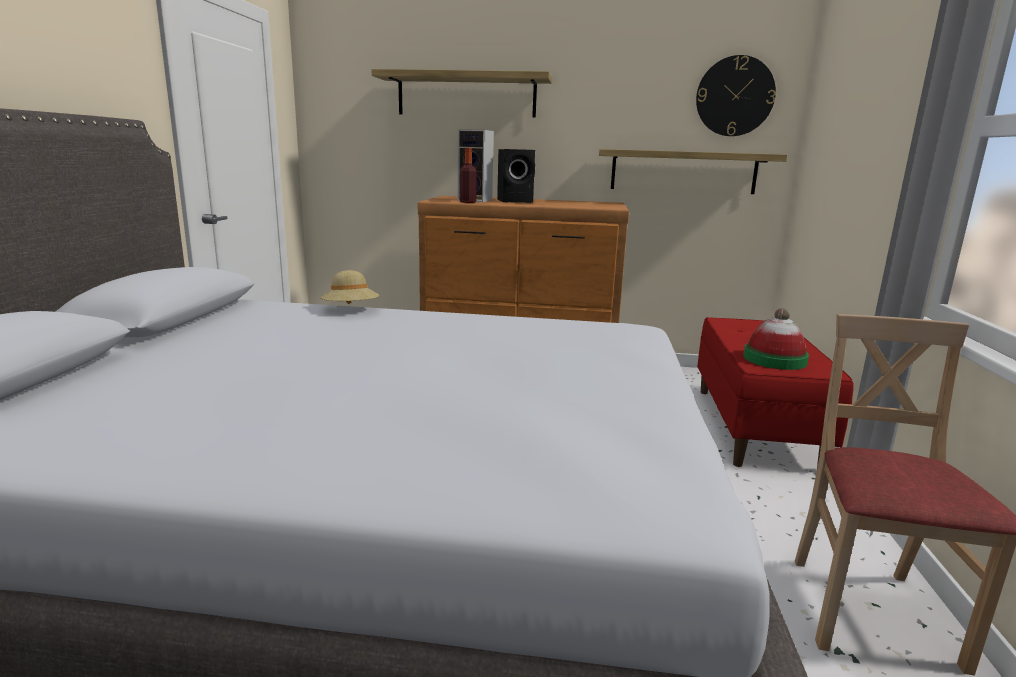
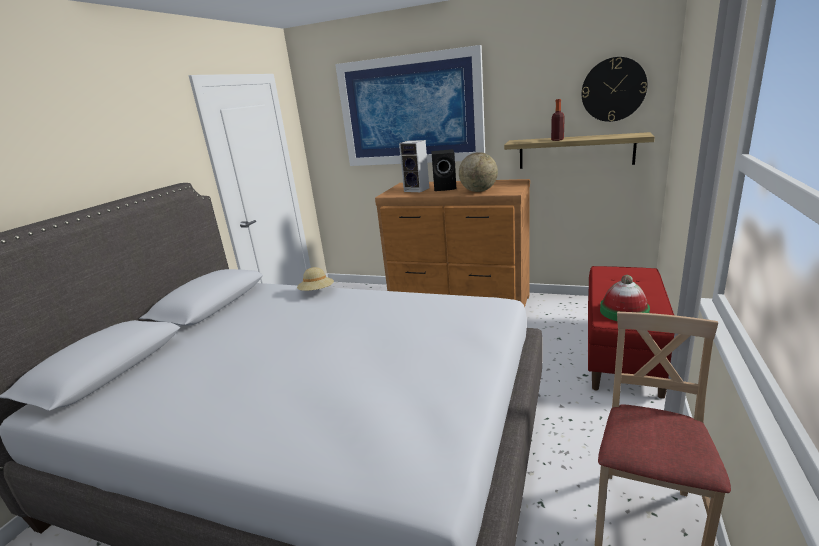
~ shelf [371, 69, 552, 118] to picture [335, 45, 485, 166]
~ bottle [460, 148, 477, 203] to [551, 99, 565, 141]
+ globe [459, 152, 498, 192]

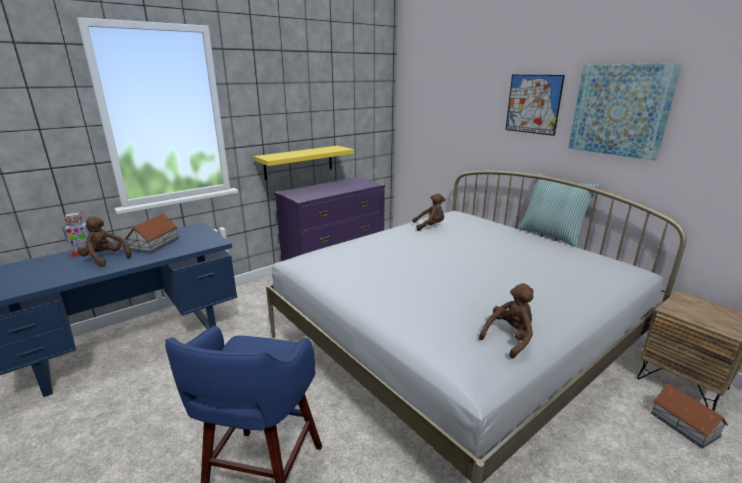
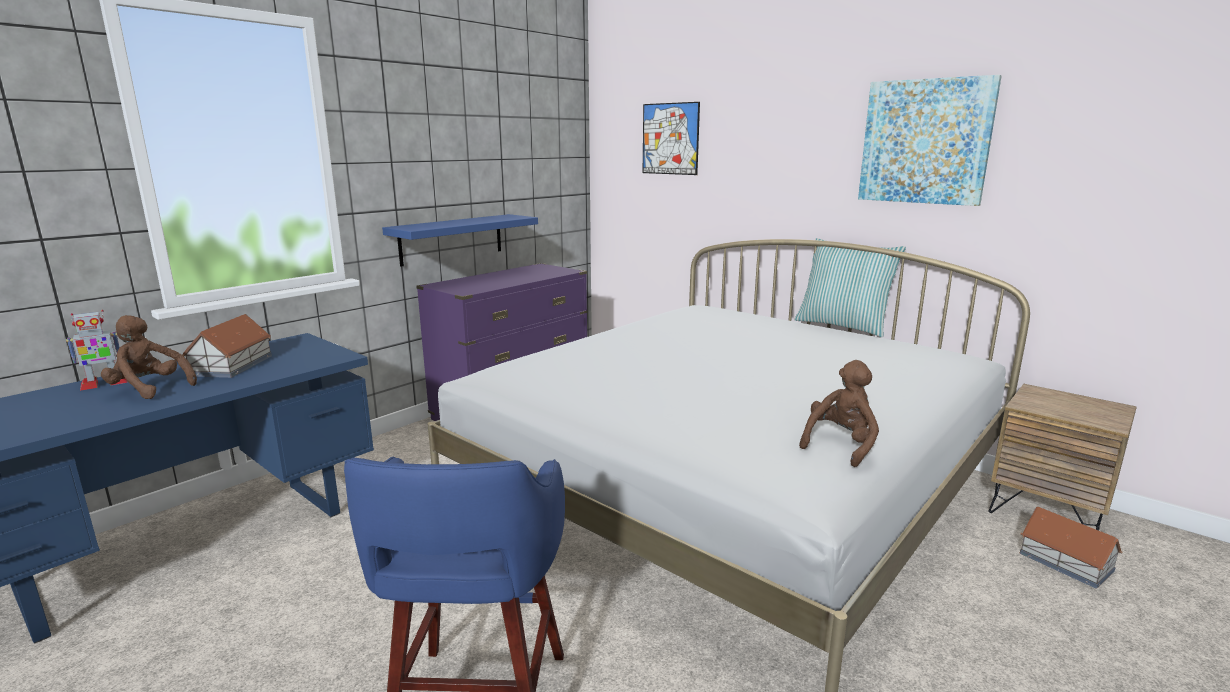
~ yellow shelf [254, 146, 354, 180] to blue shelf [382, 214, 538, 266]
- brown plush toy [412, 193, 446, 231]
~ picture [505, 75, 565, 136] to [643, 102, 700, 175]

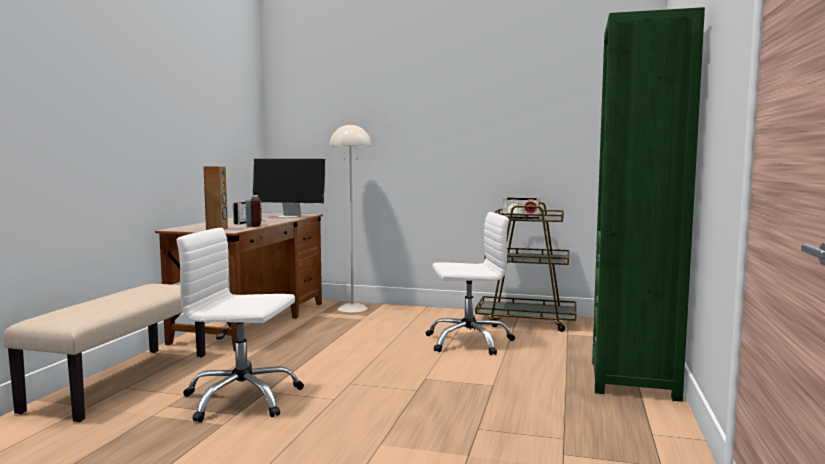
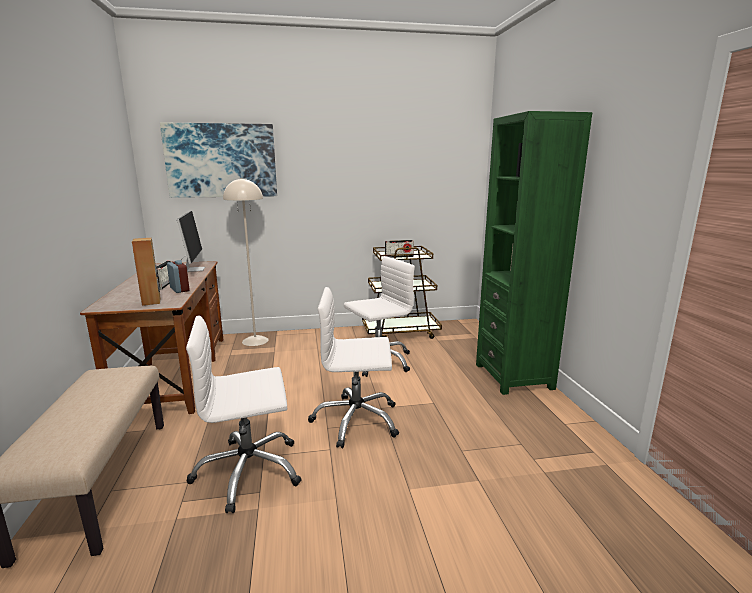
~ monitor [253, 159, 326, 218] = [177, 211, 205, 272] 90 degrees counterclockwise
+ picture [160, 122, 277, 198]
+ white office chair [308, 287, 399, 448]

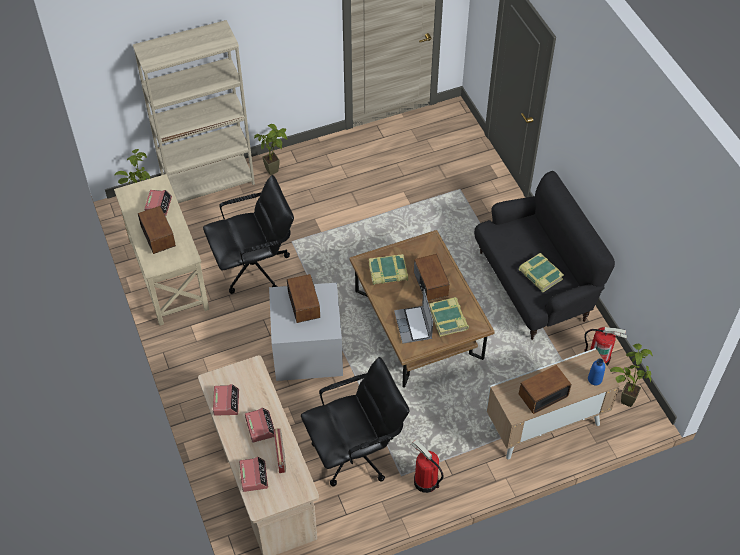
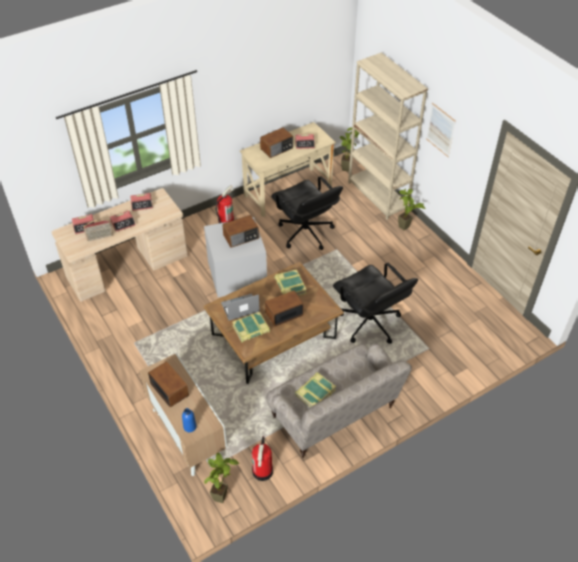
~ black office chair [301, 357, 409, 487] to [333, 263, 418, 344]
~ fire extinguisher [411, 440, 444, 493] to [216, 185, 234, 223]
~ black sofa [474, 171, 615, 340] to beige sofa [266, 343, 412, 458]
+ picture [426, 103, 456, 157]

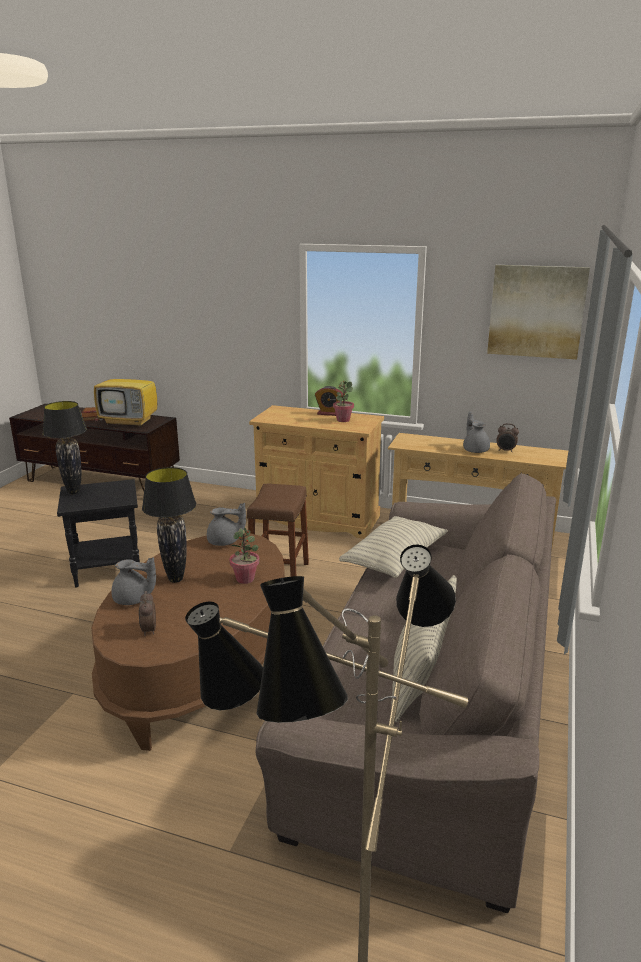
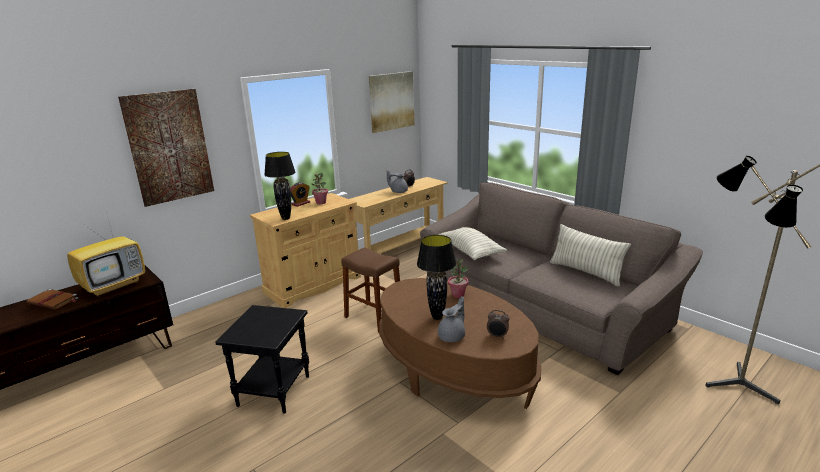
~ black table lamp [43, 401, 87, 495] to [264, 152, 296, 220]
- grey teapot [207, 503, 246, 546]
+ picture [118, 89, 214, 207]

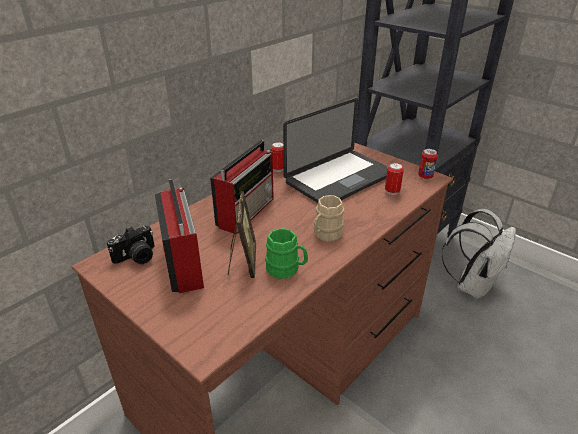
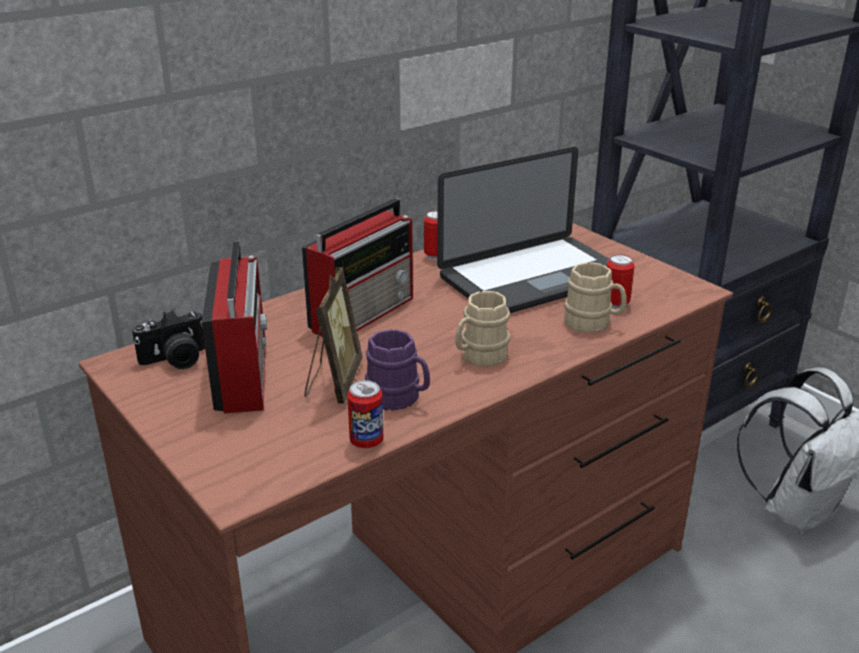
~ green mug [265, 228, 308, 279] to purple mug [365, 329, 430, 411]
~ can [418, 149, 438, 179] to [347, 380, 383, 449]
+ beige mug [564, 262, 626, 333]

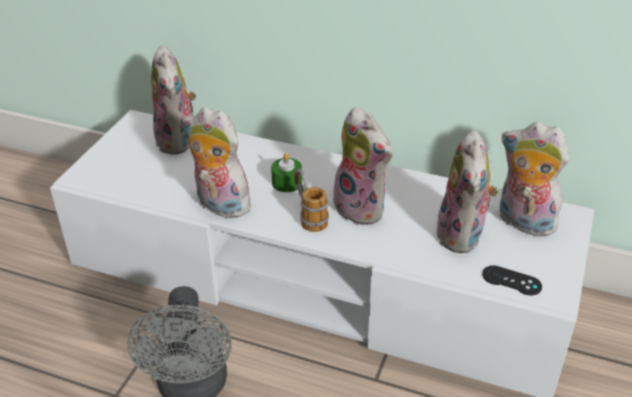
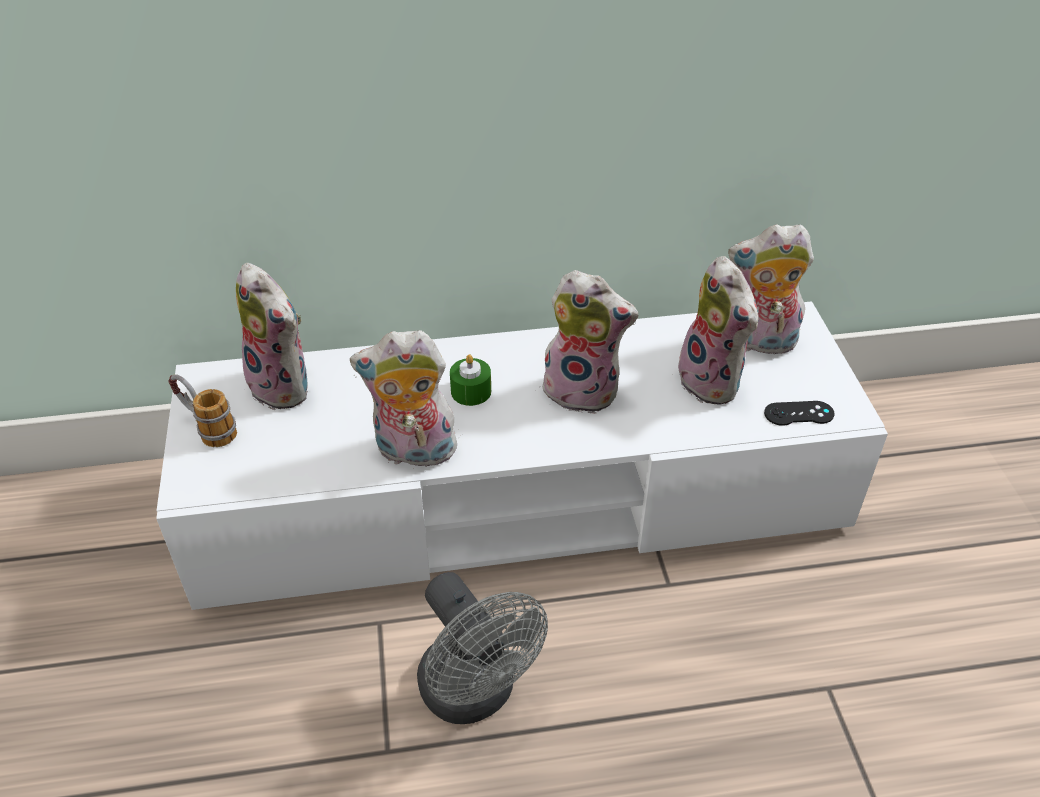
~ mug [294, 169, 329, 232] to [168, 374, 237, 447]

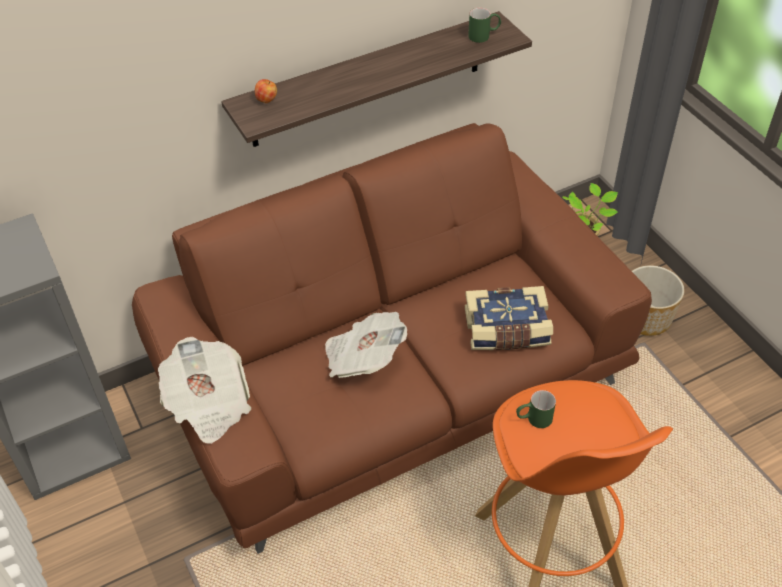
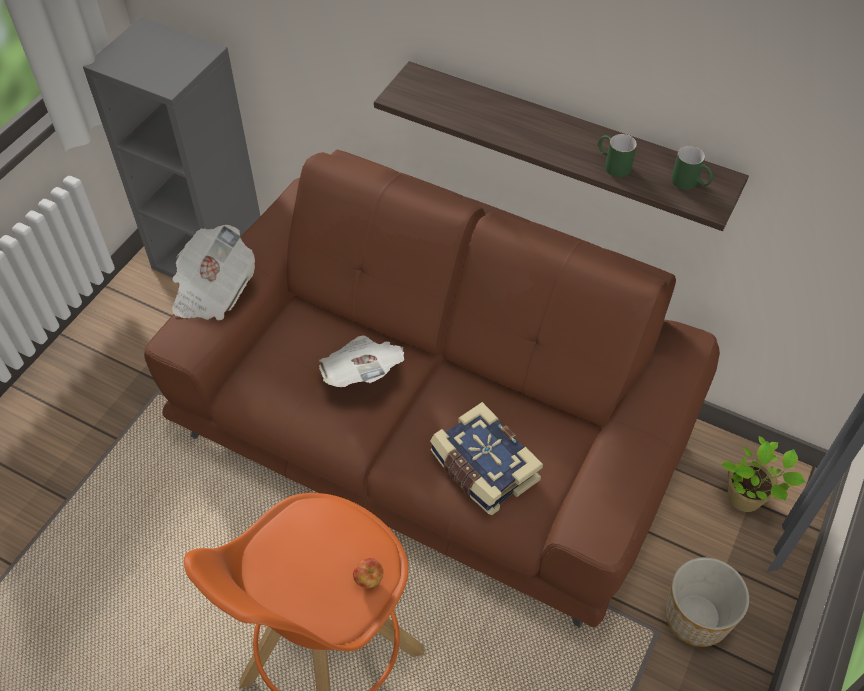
~ apple [255, 79, 277, 103] to [353, 558, 383, 588]
~ green mug [516, 390, 556, 428] to [598, 134, 637, 177]

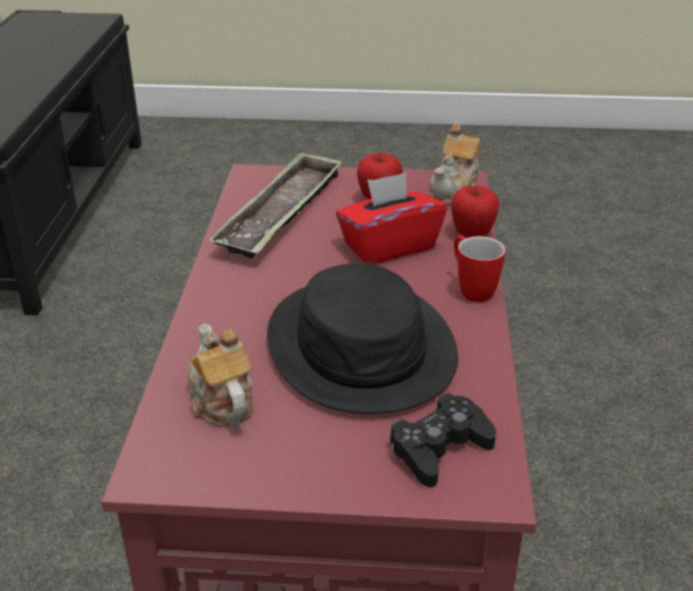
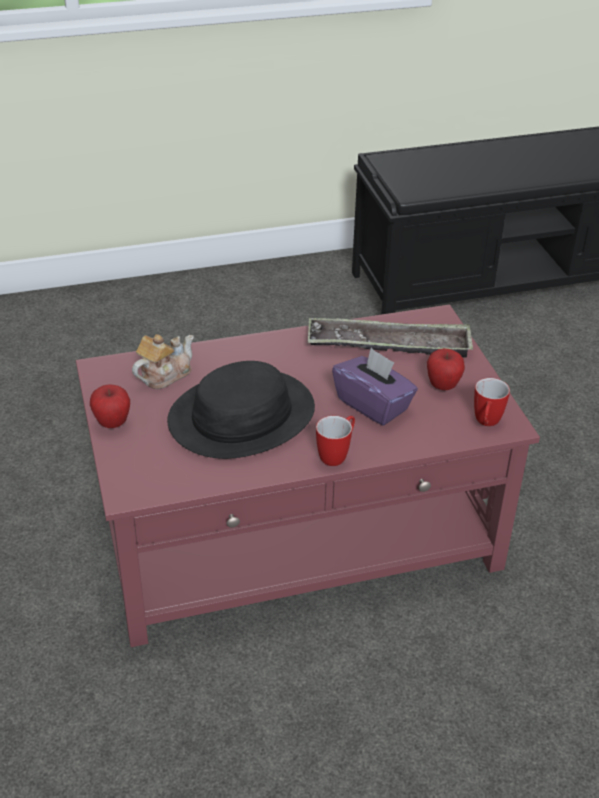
~ red tissue box [336, 172, 447, 264] to purple tissue box [332, 348, 418, 426]
- black game controller [390, 393, 496, 488]
~ teapot [429, 124, 481, 205] to mug [474, 378, 510, 426]
~ apple [451, 186, 500, 238] to [90, 385, 130, 428]

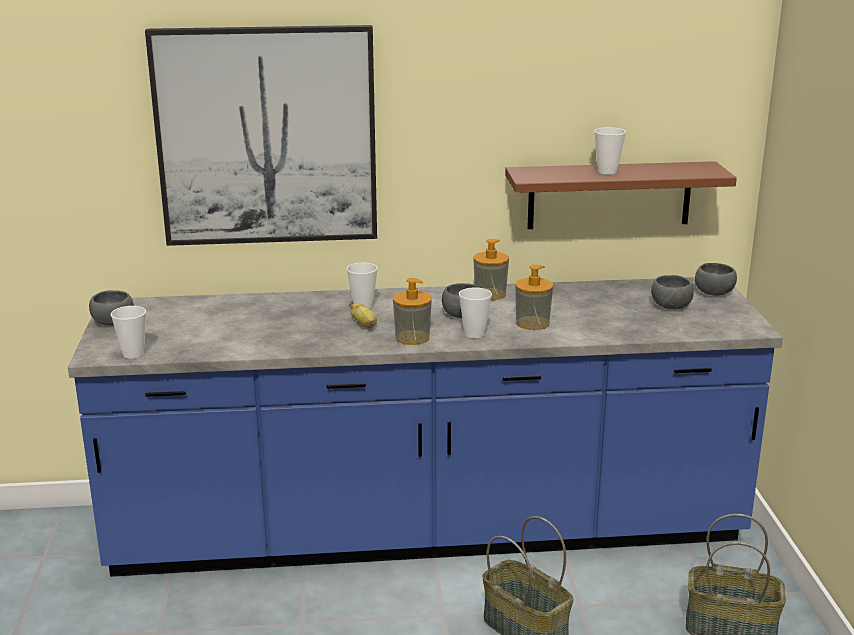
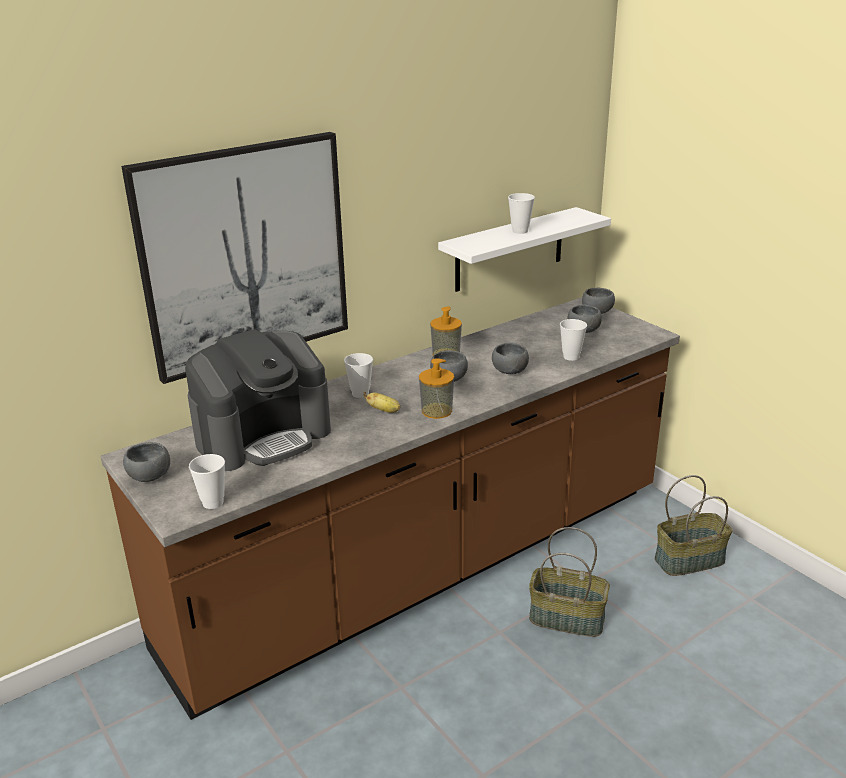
~ blue counter [68, 277, 783, 577] to brown counter [101, 297, 680, 720]
~ cup [459, 287, 492, 338] to [560, 319, 587, 361]
~ brown shelf [505, 161, 737, 229] to white shelf [438, 207, 611, 292]
~ soap dispenser [515, 265, 553, 330] to grey bowl [492, 343, 529, 374]
+ coffee machine [185, 329, 331, 471]

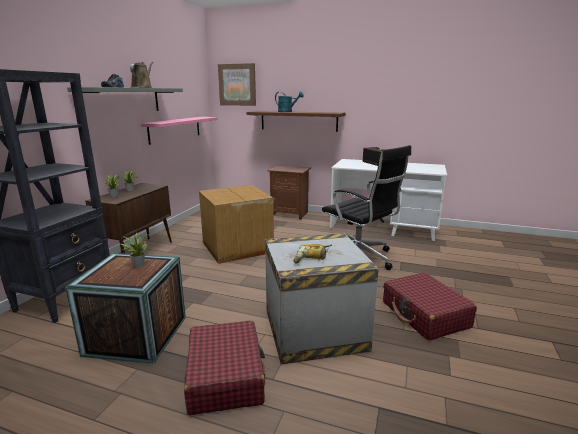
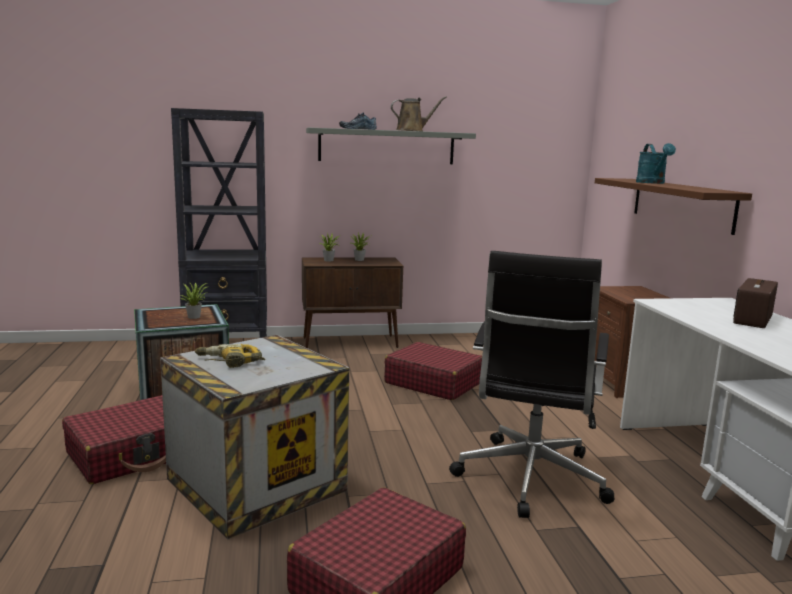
- pink shelf [141, 117, 218, 145]
~ cardboard box [199, 185, 274, 264] to red suitcase [384, 342, 482, 400]
- picture [218, 63, 256, 106]

